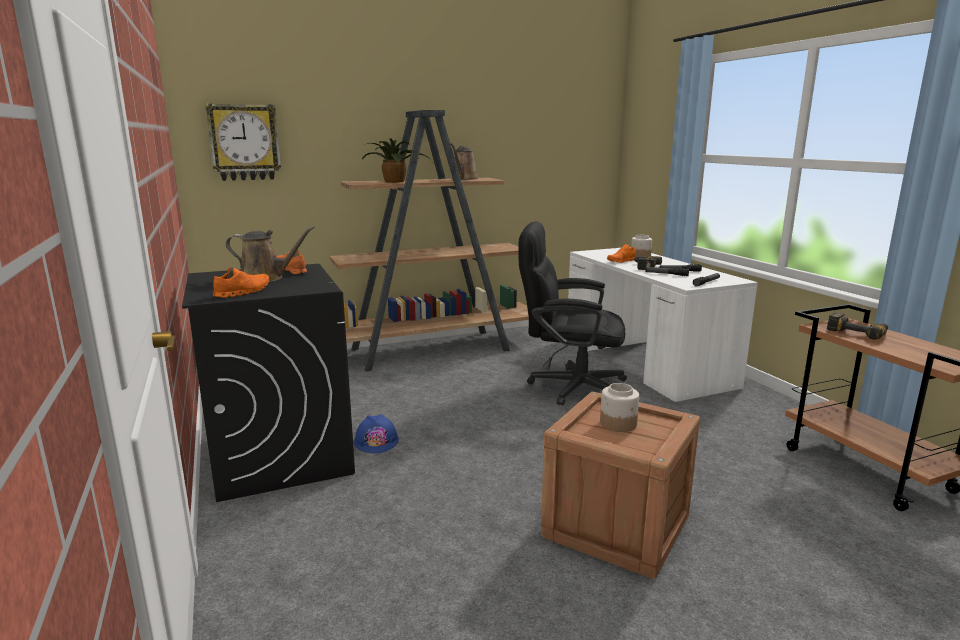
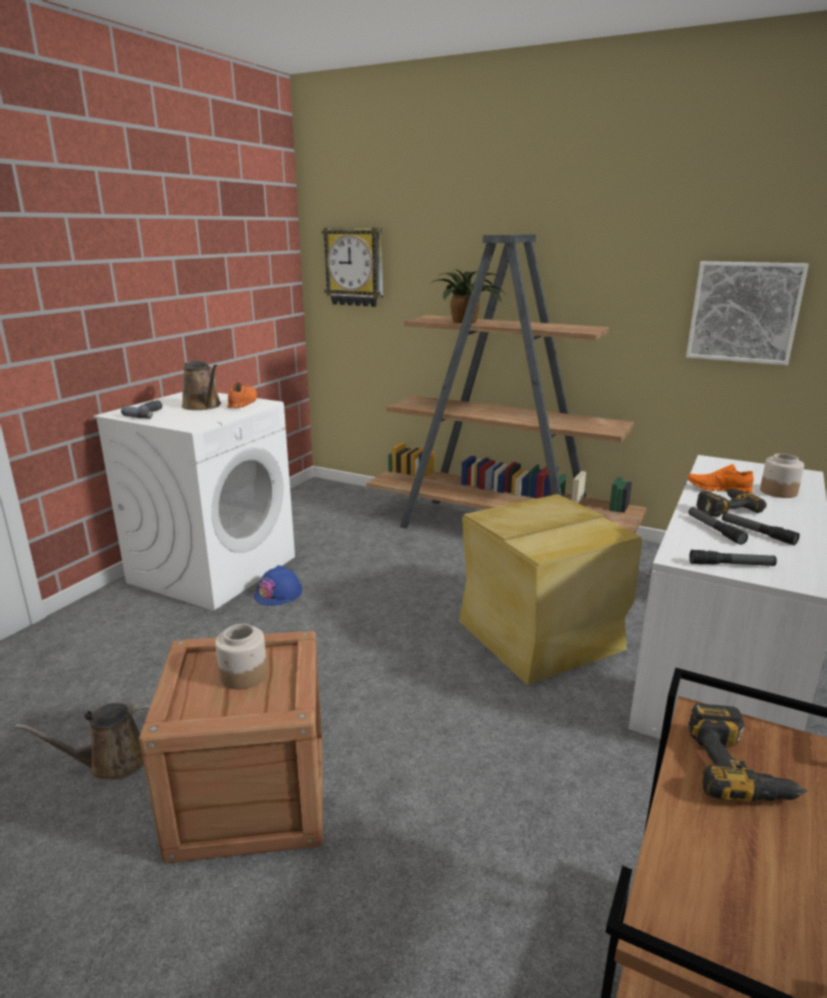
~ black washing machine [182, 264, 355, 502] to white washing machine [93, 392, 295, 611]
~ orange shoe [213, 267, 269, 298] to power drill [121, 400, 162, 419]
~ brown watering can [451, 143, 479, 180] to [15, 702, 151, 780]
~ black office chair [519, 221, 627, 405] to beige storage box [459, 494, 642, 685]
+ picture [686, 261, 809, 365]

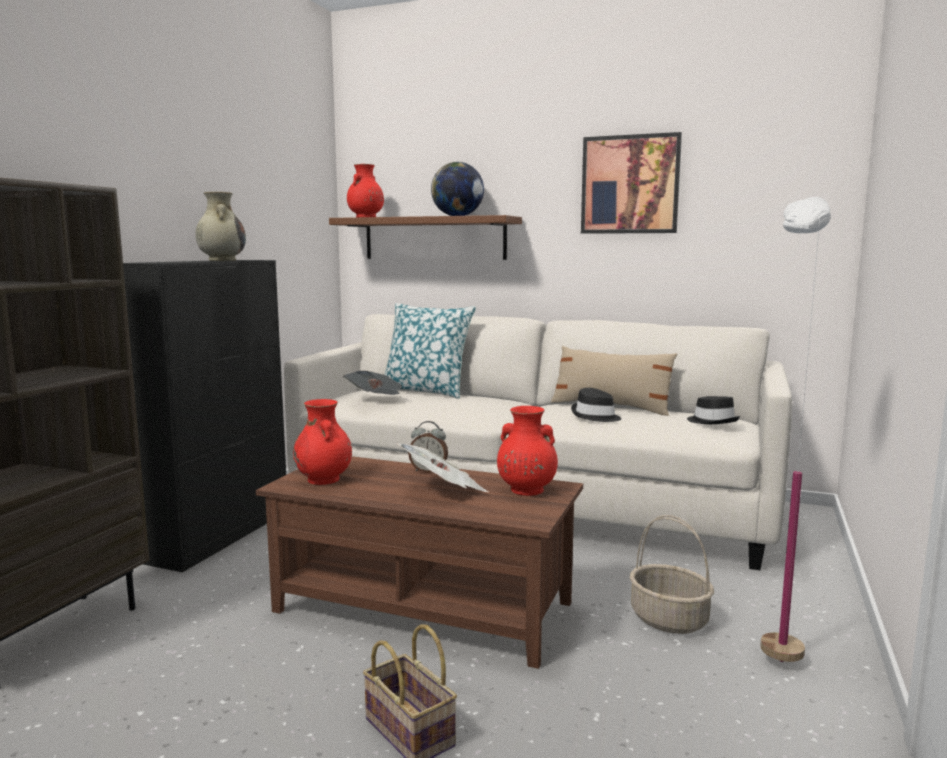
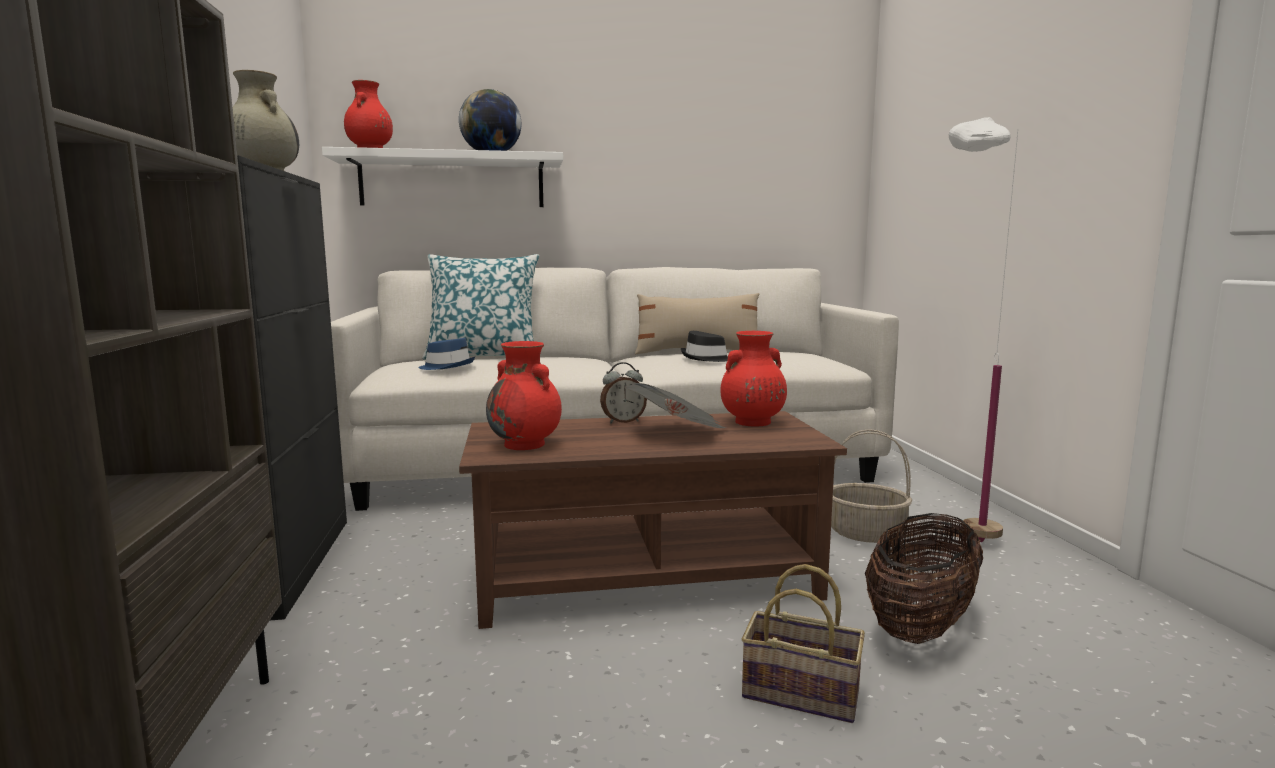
~ brown shelf [329, 215, 522, 260] to white shelf [322, 147, 563, 207]
~ newspaper [343, 371, 403, 395] to blue hat [418, 338, 475, 370]
- picture [581, 132, 682, 234]
- black hat [687, 396, 740, 424]
+ basket [865, 513, 983, 644]

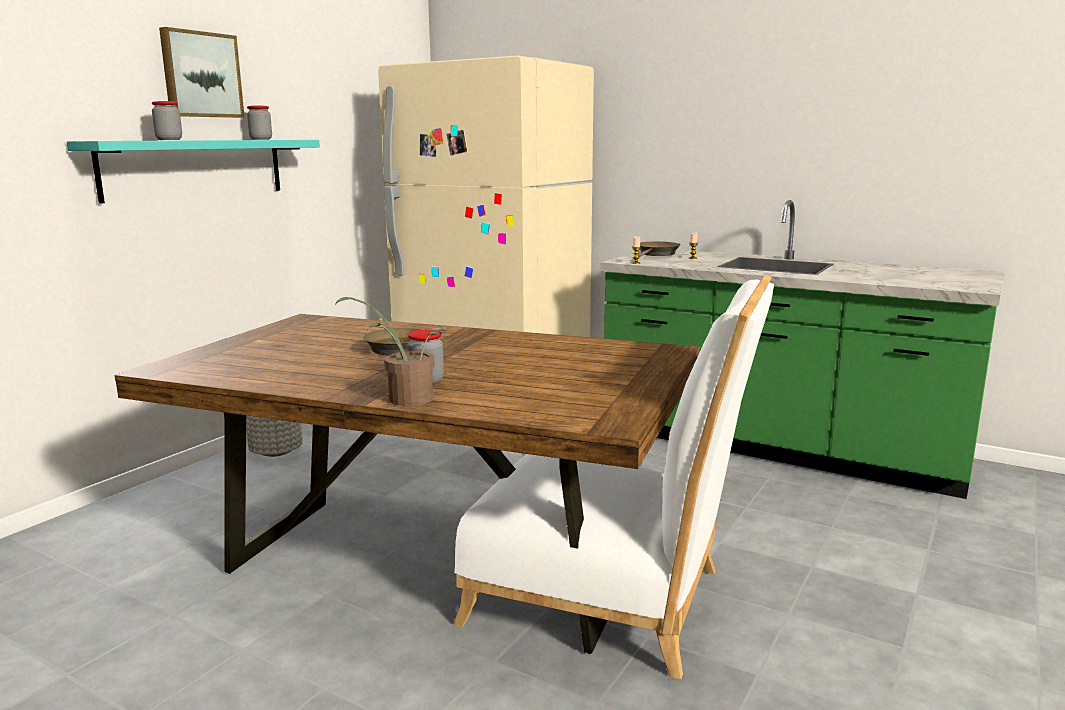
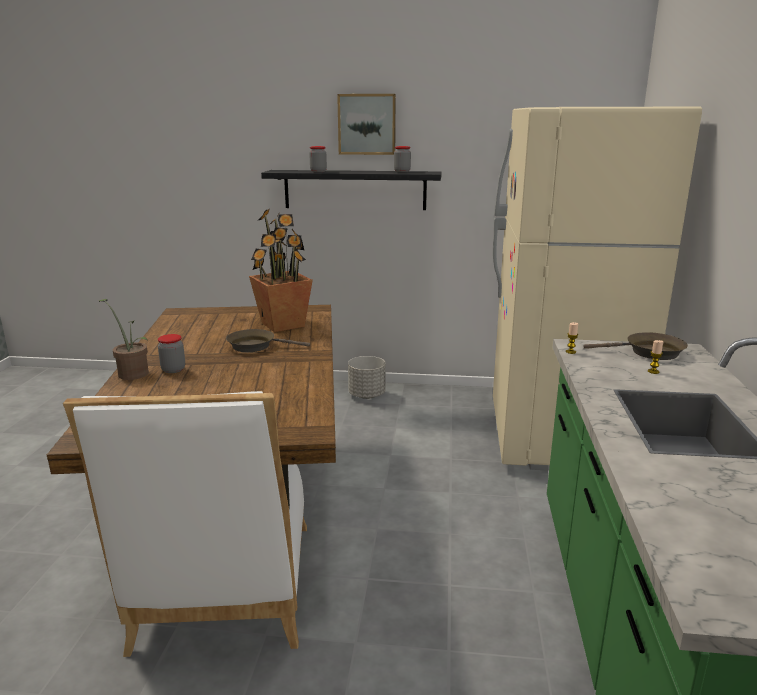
~ turquoise shelf [67, 140, 320, 204] to black shelf [261, 170, 442, 210]
+ potted plant [249, 209, 313, 332]

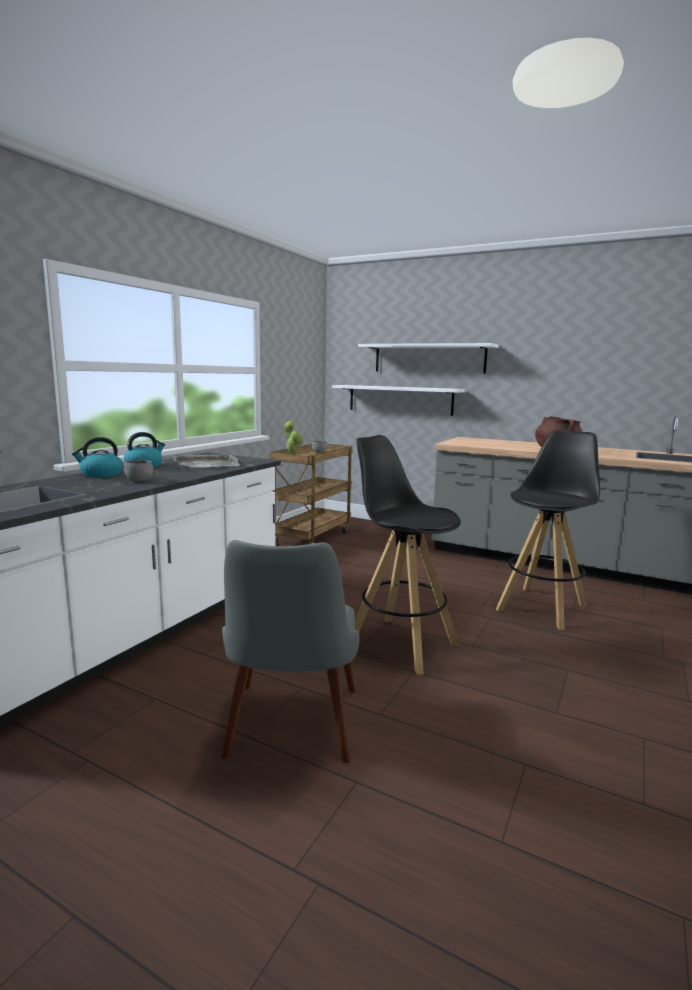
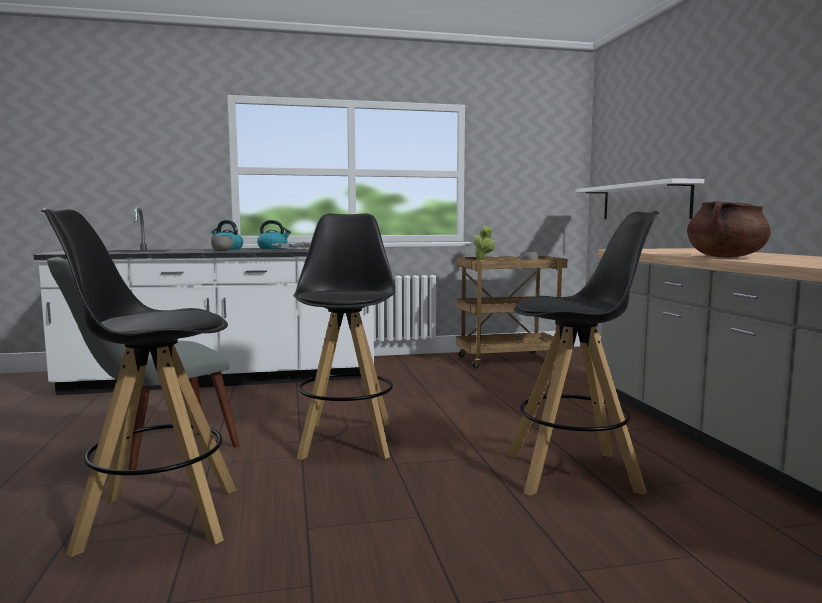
- white shelf [358, 343, 499, 373]
+ black stool [41, 208, 237, 557]

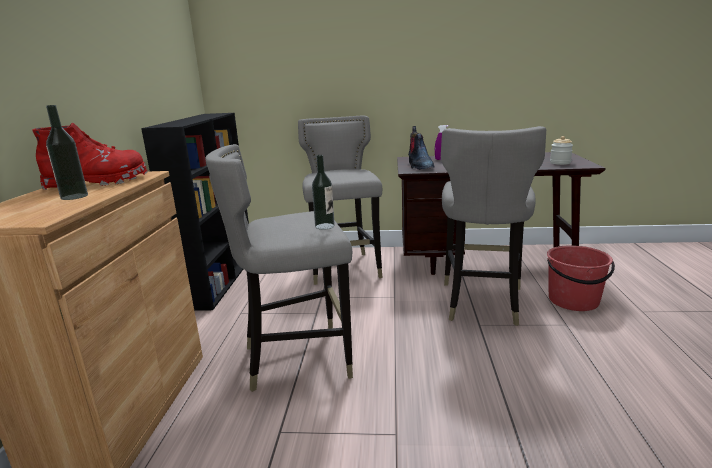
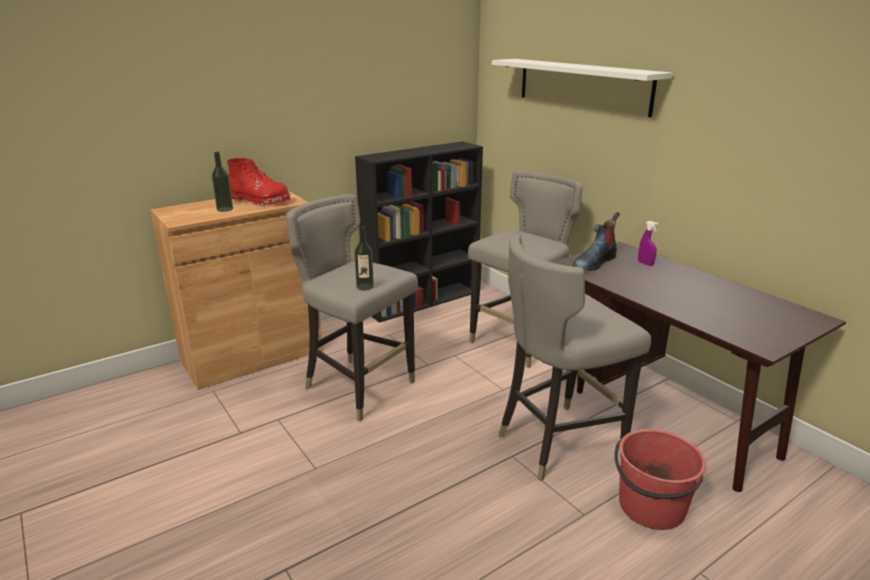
- jar [550, 136, 573, 165]
+ white shelf [492, 59, 673, 117]

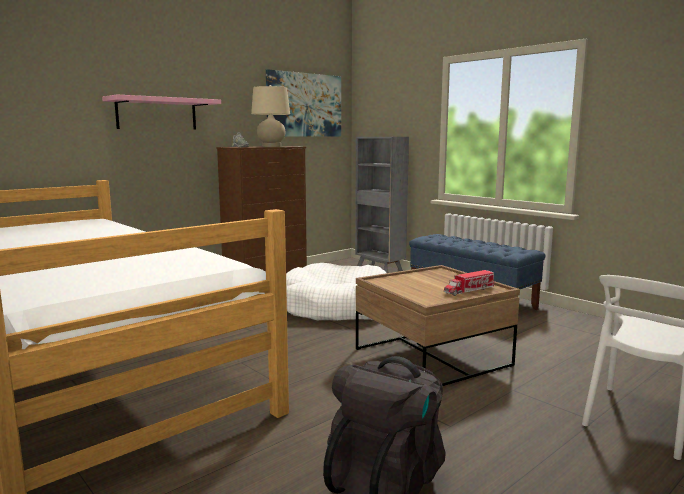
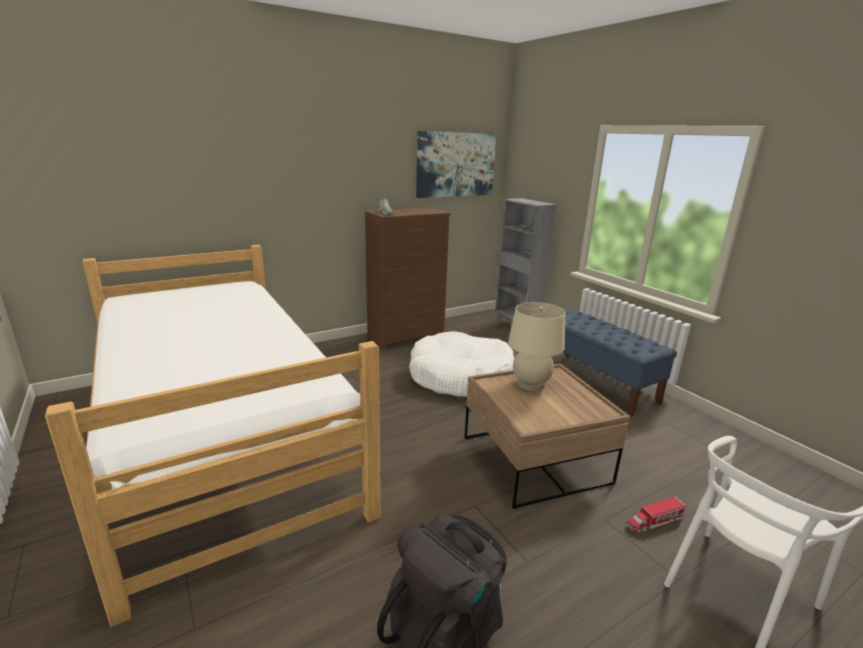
- pink shelf [102, 95, 221, 130]
~ beige table lamp [251, 85, 290, 147] to [508, 302, 565, 391]
~ toy truck [444, 270, 494, 296] to [626, 497, 686, 533]

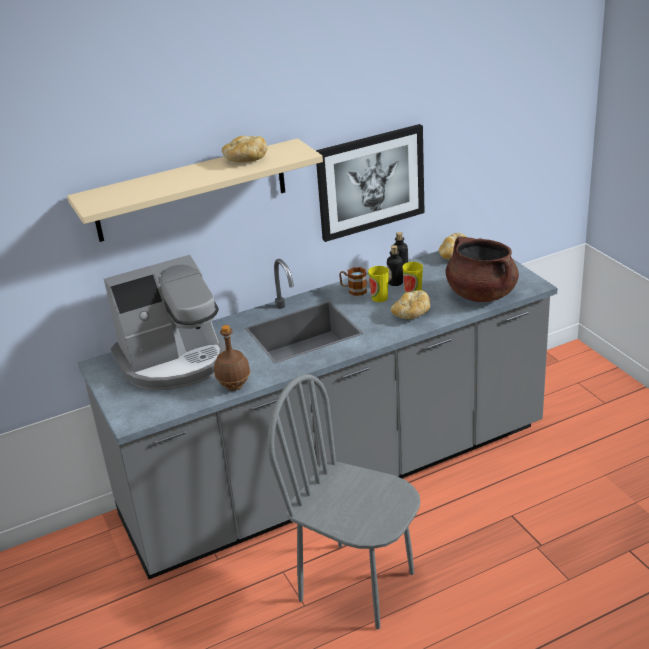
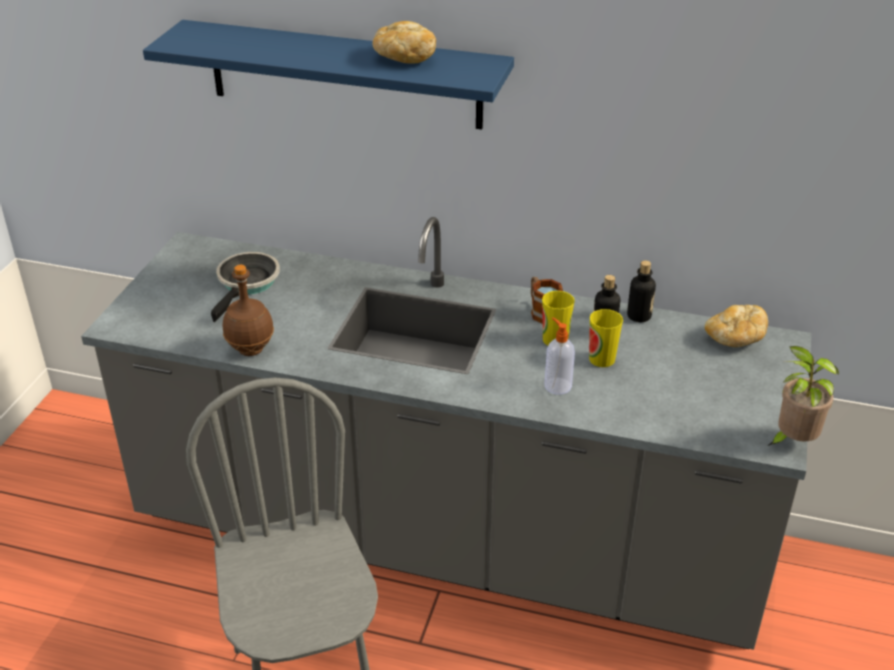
~ beige shelf [67, 138, 323, 242] to blue shelf [143, 20, 514, 130]
~ coffee machine [104, 255, 226, 390] to frying pan [211, 252, 280, 322]
- picture [316, 124, 425, 242]
~ bread [391, 290, 430, 319] to soap dispenser [545, 317, 575, 394]
- brown cooking pot [446, 236, 519, 302]
+ potted plant [768, 346, 839, 446]

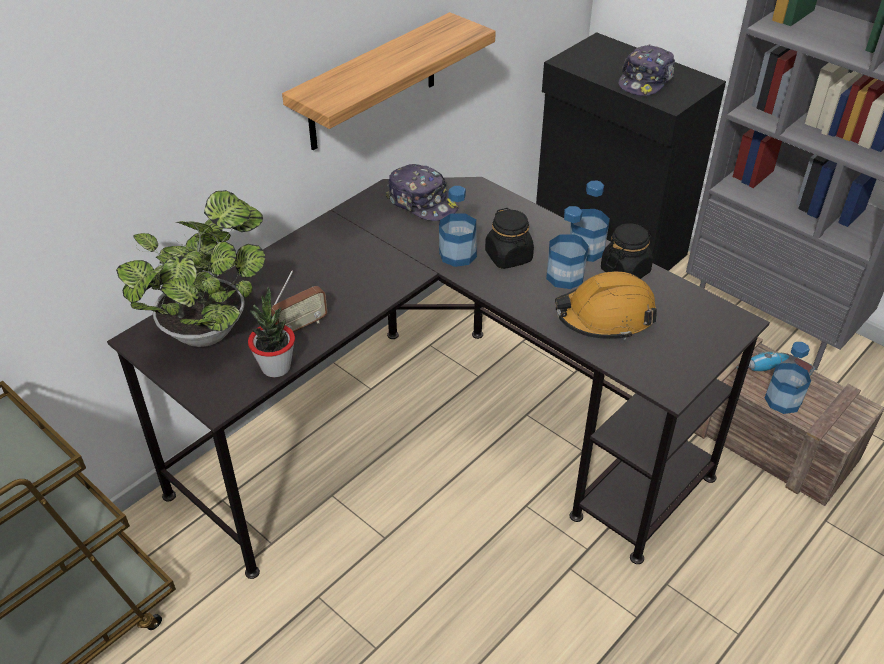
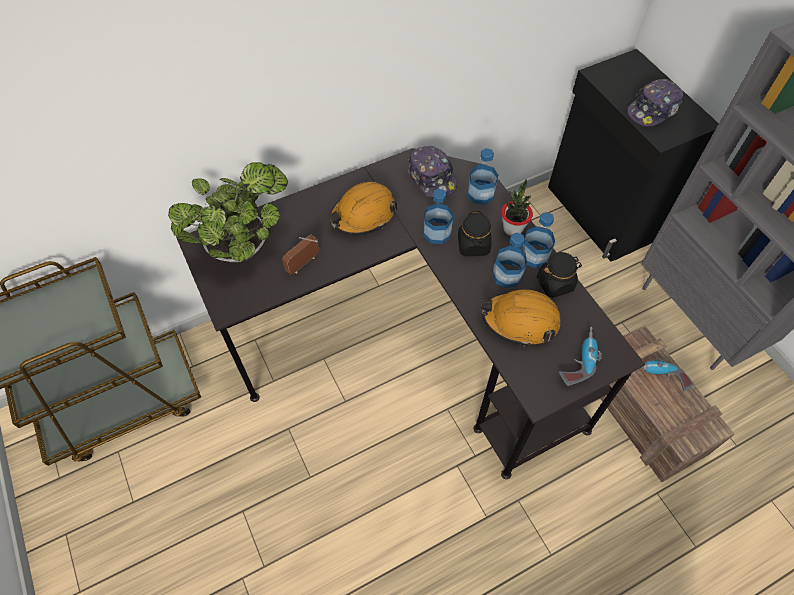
~ potted plant [248, 287, 295, 378] to [501, 179, 533, 236]
~ radio [271, 271, 327, 332] = [282, 234, 319, 275] 150 degrees clockwise
- shelf [282, 12, 496, 150]
~ bottle [765, 342, 811, 414] to [468, 148, 498, 205]
+ orange hard hat [329, 182, 398, 235]
+ power drill [559, 327, 602, 386]

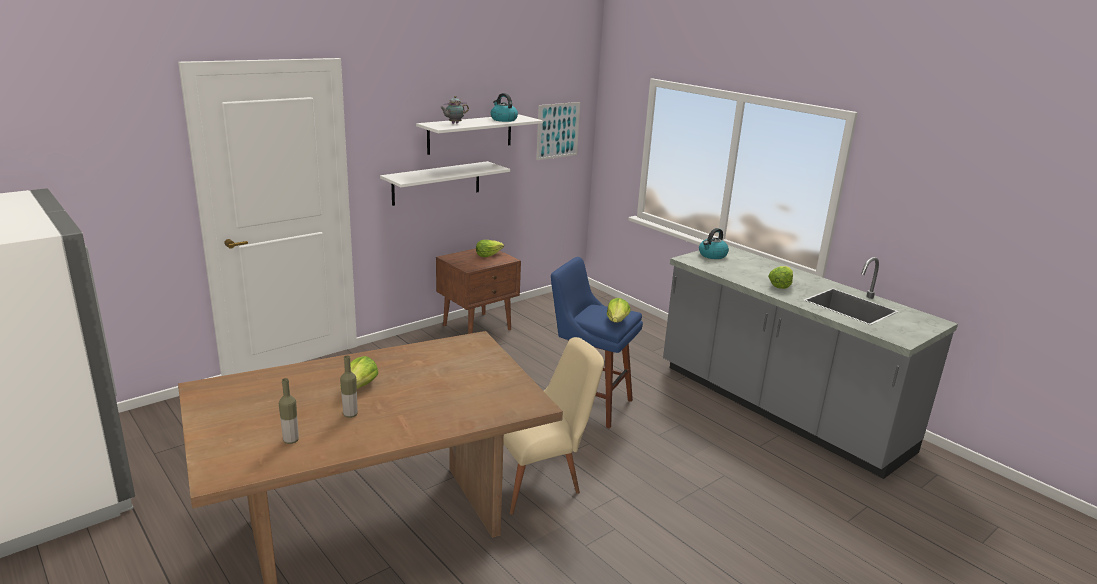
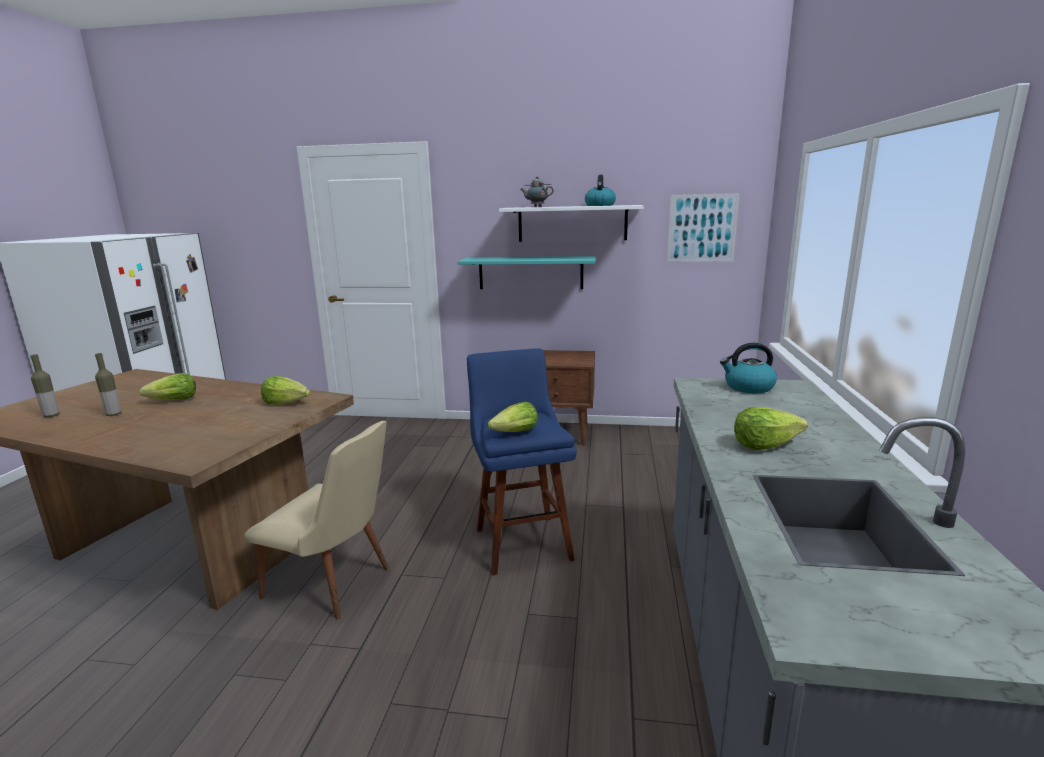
~ white shelf [380, 161, 510, 206] to turquoise shelf [457, 256, 596, 289]
~ lettuce [476, 240, 504, 257] to [261, 376, 310, 405]

